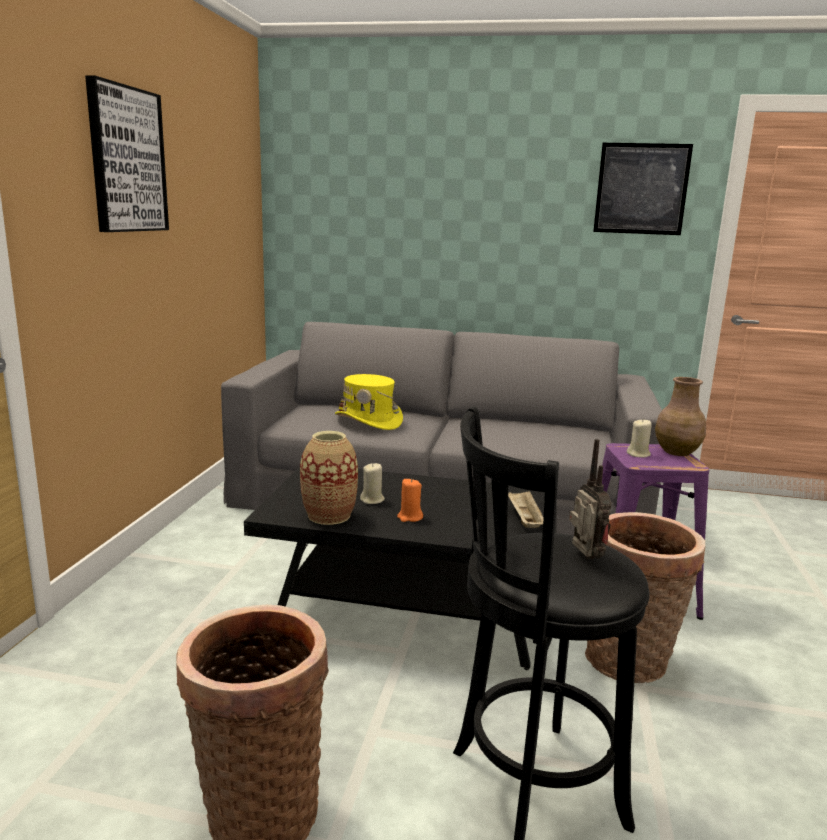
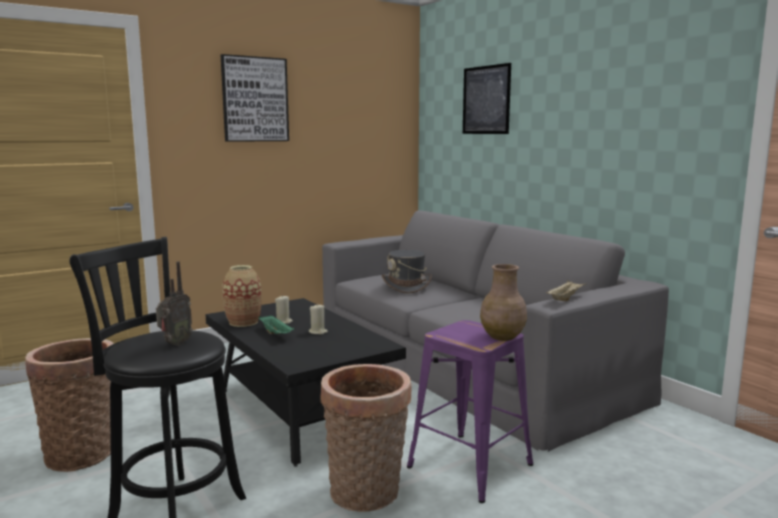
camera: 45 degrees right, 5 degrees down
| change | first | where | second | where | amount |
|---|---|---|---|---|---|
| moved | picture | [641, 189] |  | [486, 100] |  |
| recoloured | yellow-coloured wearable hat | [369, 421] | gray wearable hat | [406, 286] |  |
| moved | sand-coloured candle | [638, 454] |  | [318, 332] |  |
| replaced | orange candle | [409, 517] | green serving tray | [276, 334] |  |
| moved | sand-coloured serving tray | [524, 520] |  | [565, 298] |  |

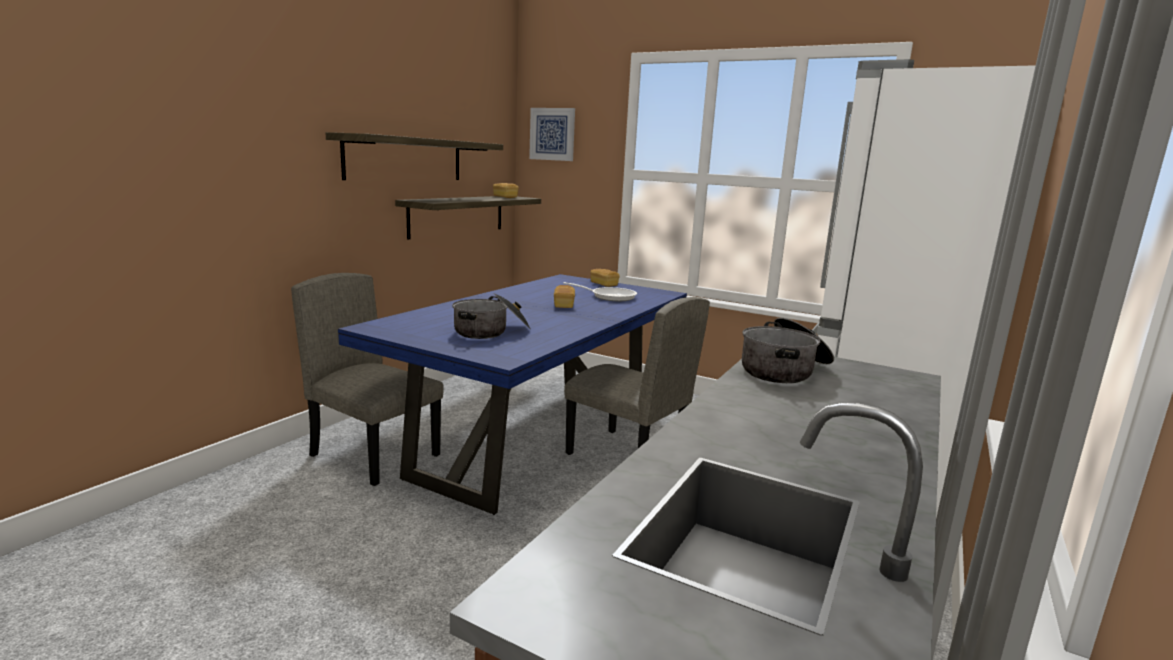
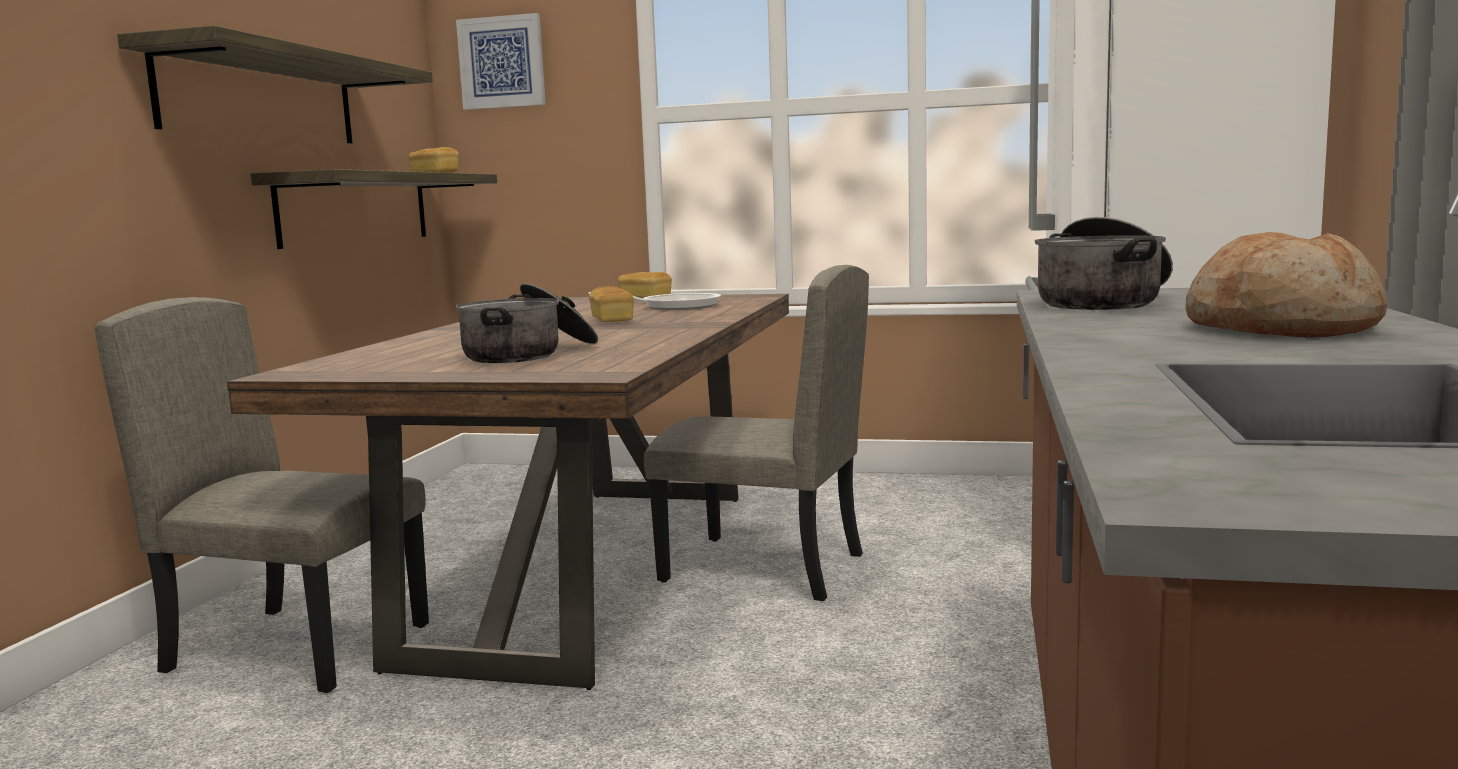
camera: 15 degrees left, 5 degrees down
| change | first | where | second | where | amount |
|---|---|---|---|---|---|
| recoloured | blue dining table | [538, 437] | brown dining table | [593, 568] |  |
| added |  |  | bakery bread | [1281, 328] |  |

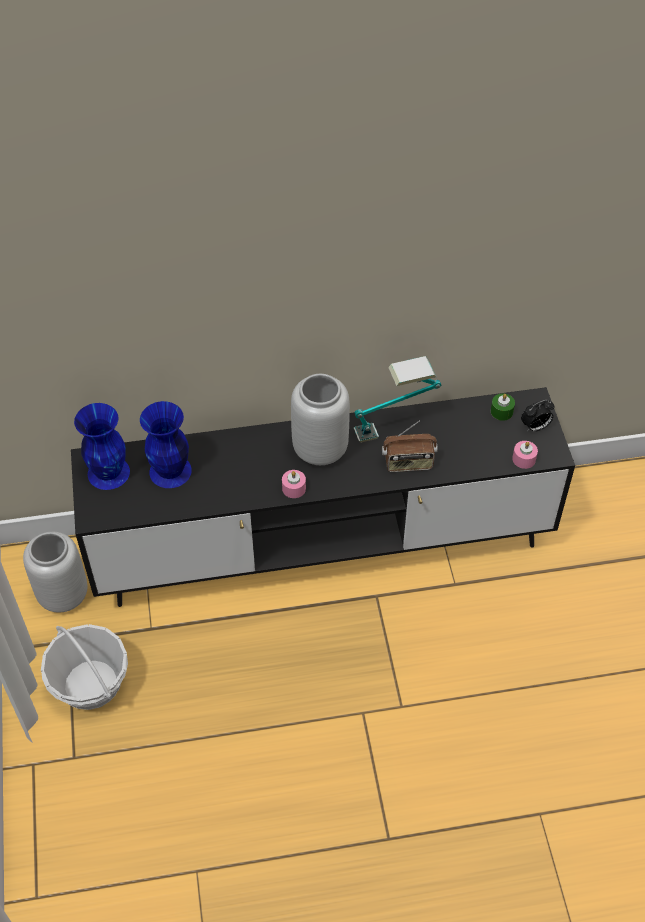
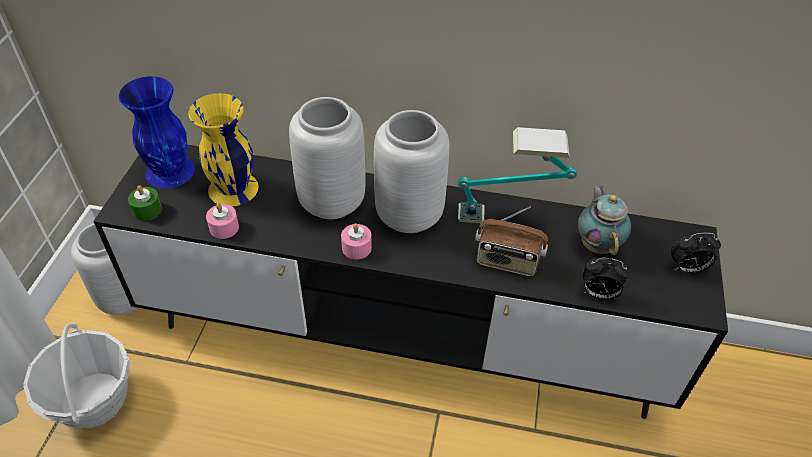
camera: 20 degrees right, 5 degrees down
| change | first | where | second | where | amount |
|---|---|---|---|---|---|
| moved | green candle | [501, 411] |  | [147, 210] |  |
| recoloured | blue decorative vase | [170, 471] | yellow-coloured decorative vase | [232, 189] |  |
| moved | pinkish candle | [524, 459] |  | [224, 228] |  |
| added |  |  | gray decorative vase | [330, 202] |  |
| added |  |  | pot for tea | [597, 244] |  |
| added |  |  | bedside clock | [598, 294] |  |

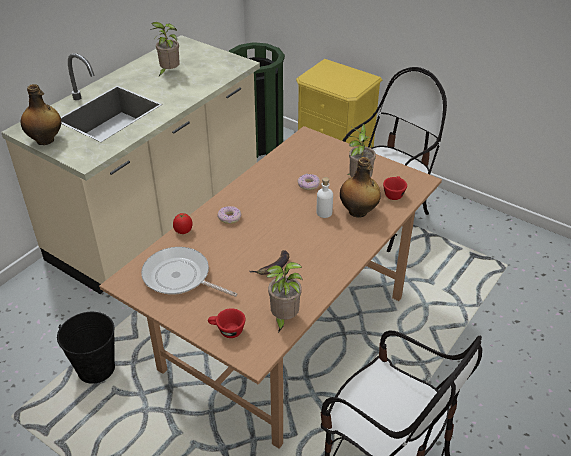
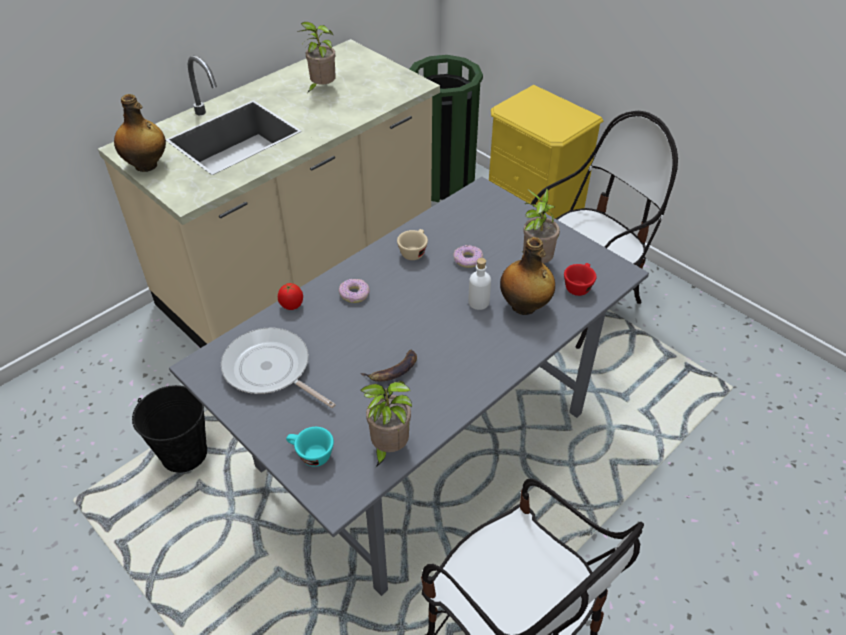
camera: 10 degrees right, 5 degrees up
| change | first | where | second | where | amount |
|---|---|---|---|---|---|
| recoloured | brown dining table | [285, 334] | gray dining table | [422, 442] |  |
| recoloured | red drinking cup | [227, 331] | turquoise-coloured drinking cup | [310, 455] |  |
| added |  |  | sand-coloured drinking cup | [413, 251] |  |

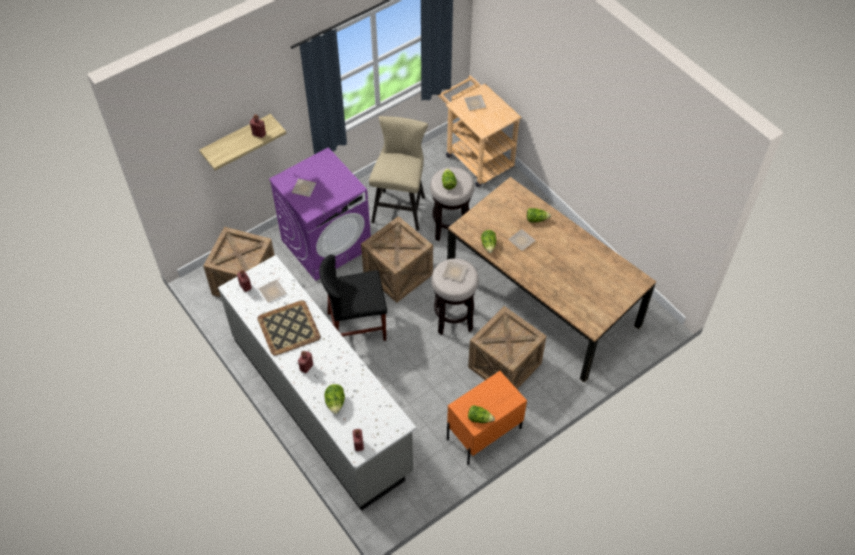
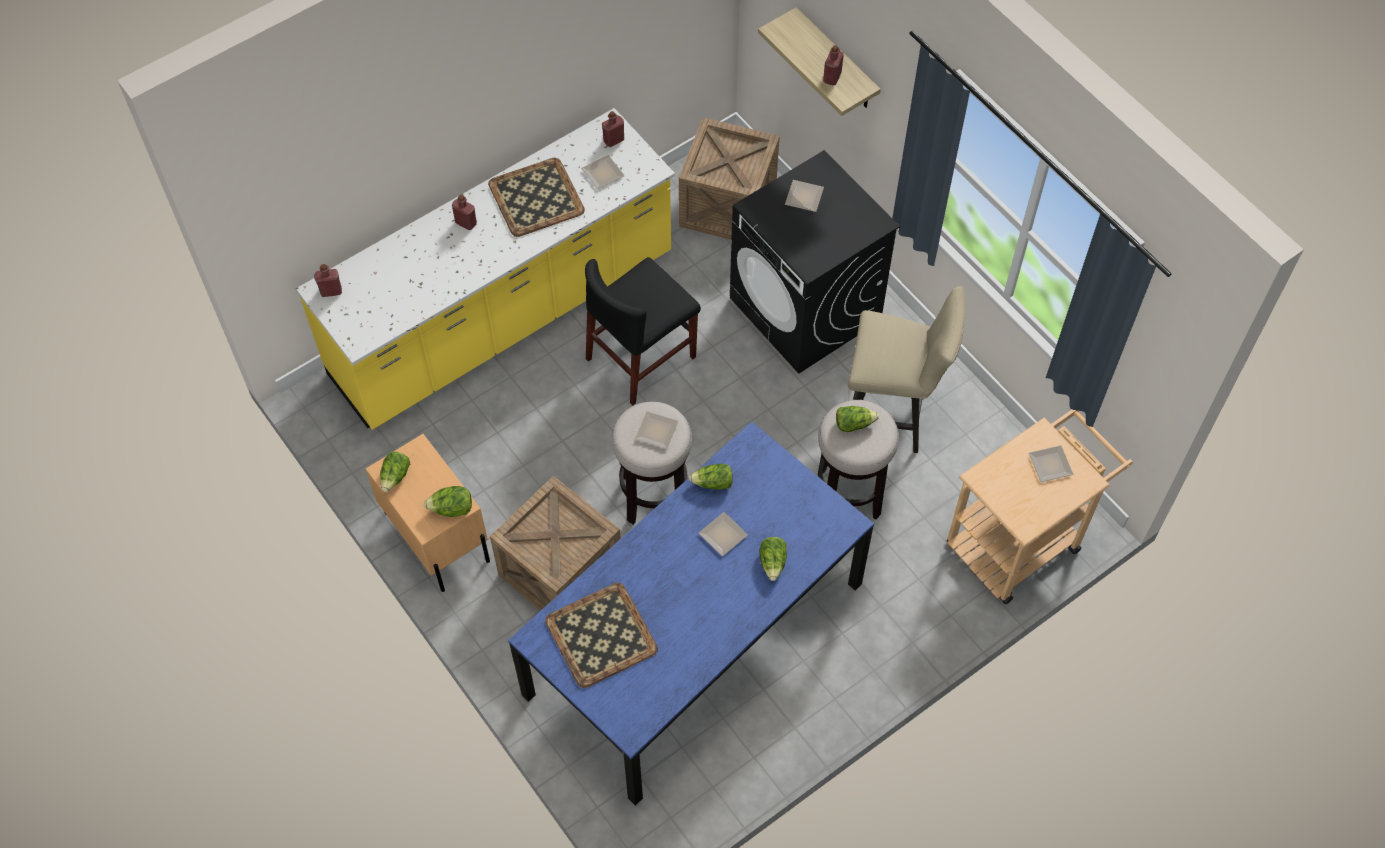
camera: 90 degrees right, 5 degrees up
| change | first | where | second | where | amount |
|---|---|---|---|---|---|
| recoloured | purplish laundry appliance | [326, 243] | black-coloured laundry appliance | [806, 309] |  |
| recoloured | brown dining table | [541, 299] | blue dining table | [694, 637] |  |
| removed | packing crate | [398, 273] |  |  |  |
| recoloured | gray kitchen counter | [321, 404] | yellow-coloured kitchen counter | [503, 317] |  |
| turned | black-coloured upright chair | [356, 326] |  | [641, 358] | 120 degrees counterclockwise |
| recoloured | orange night table | [483, 433] | sand-coloured night table | [436, 536] |  |
| moved | lettuce | [335, 403] |  | [452, 509] |  |
| added |  |  | serving tray | [600, 635] |  |

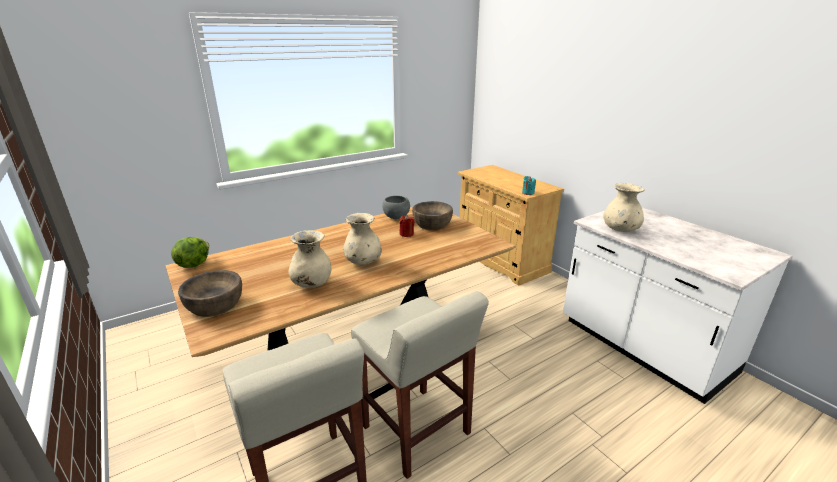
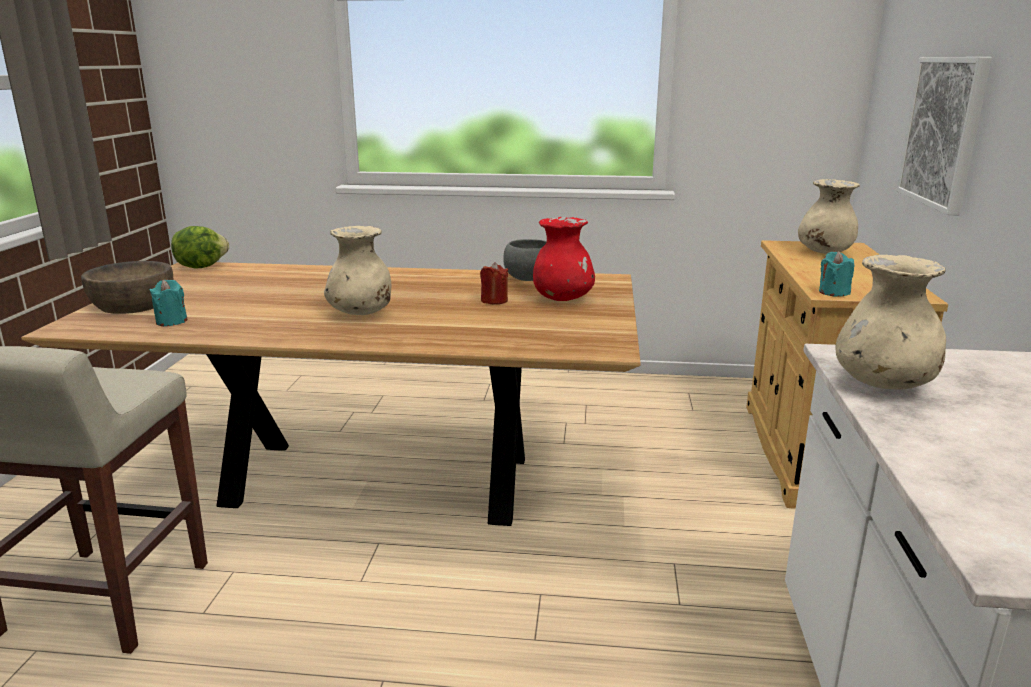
camera: 40 degrees right, 5 degrees down
| change | first | where | second | where | amount |
|---|---|---|---|---|---|
| replaced | brown bowl | [432, 224] | red decorative vase | [563, 299] |  |
| moved | sand-coloured decorative vase | [312, 283] |  | [824, 252] |  |
| removed | sand-coloured stool | [417, 431] |  |  |  |
| added |  |  | picture | [943, 132] |  |
| added |  |  | turquoise-coloured candle | [171, 321] |  |

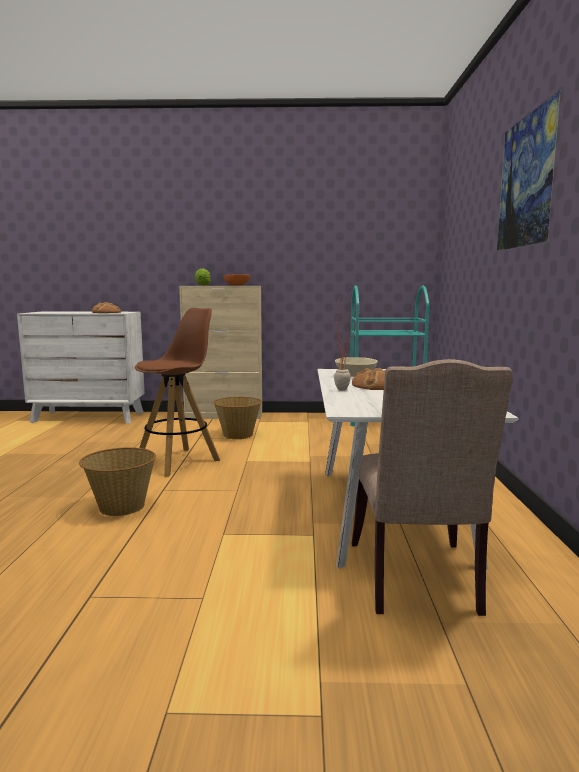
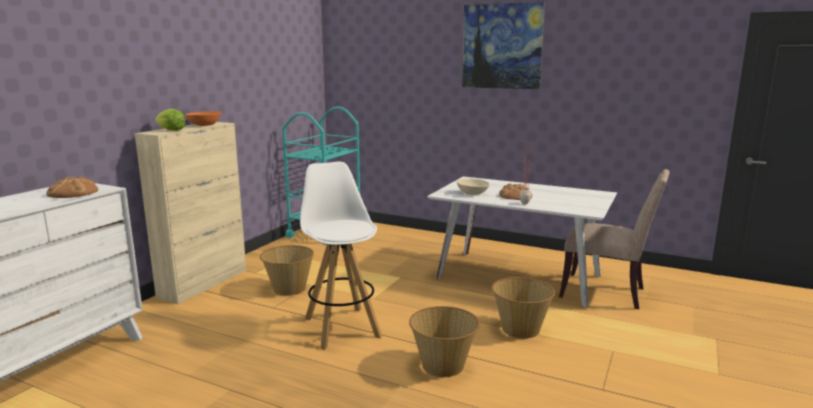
camera: 65 degrees left, 5 degrees up
| change | first | where | second | where | amount |
|---|---|---|---|---|---|
| recoloured | brown stool | [178, 461] | whitish stool | [342, 327] |  |
| added |  |  | basket | [520, 329] |  |

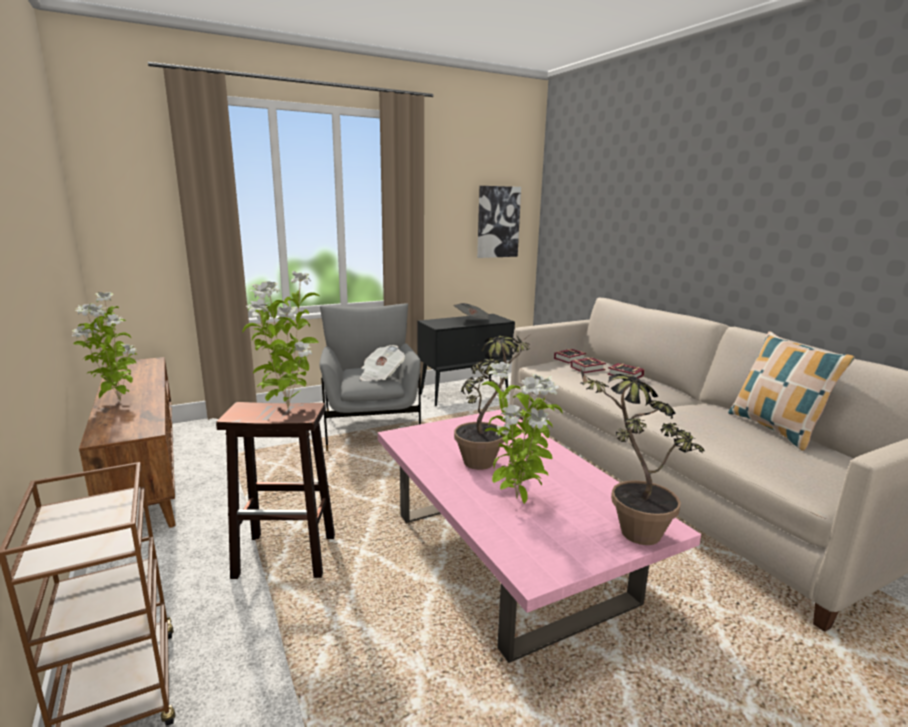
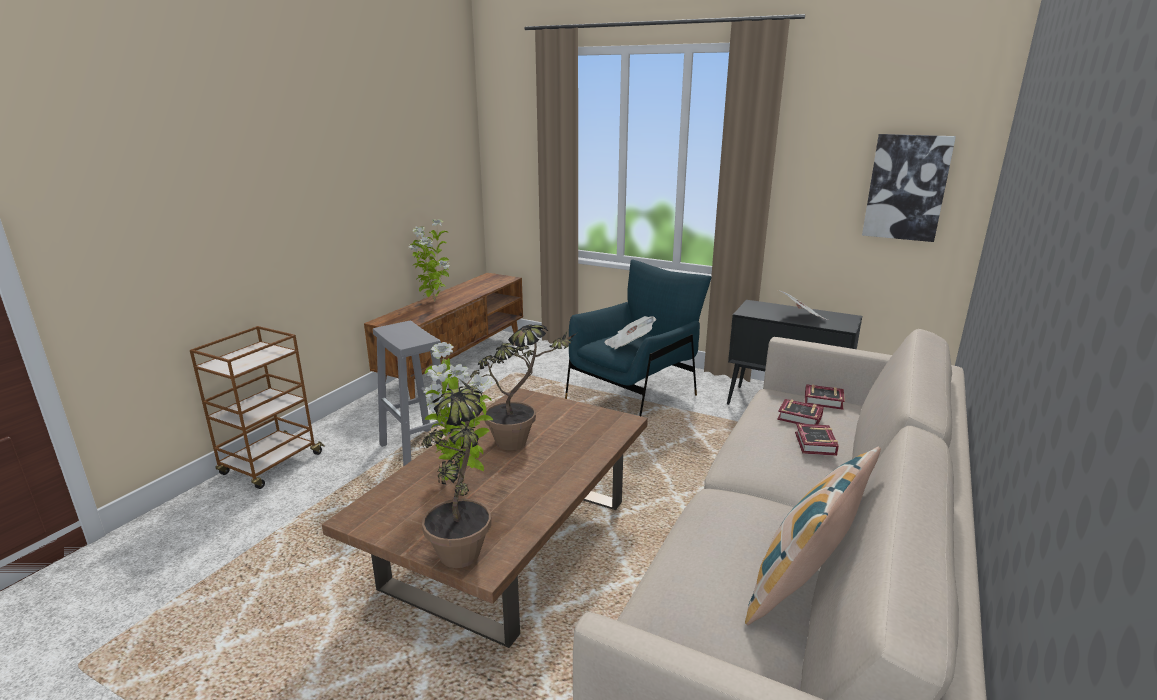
camera: 55 degrees right, 5 degrees up
| change | first | where | second | where | amount |
|---|---|---|---|---|---|
| removed | plant in a pot | [286, 408] |  |  |  |
| recoloured | gray armchair | [371, 426] | blue armchair | [634, 396] |  |
| recoloured | brown stool | [287, 556] | gray stool | [419, 450] |  |
| recoloured | pinkish coffee table | [510, 556] | brown coffee table | [511, 545] |  |

